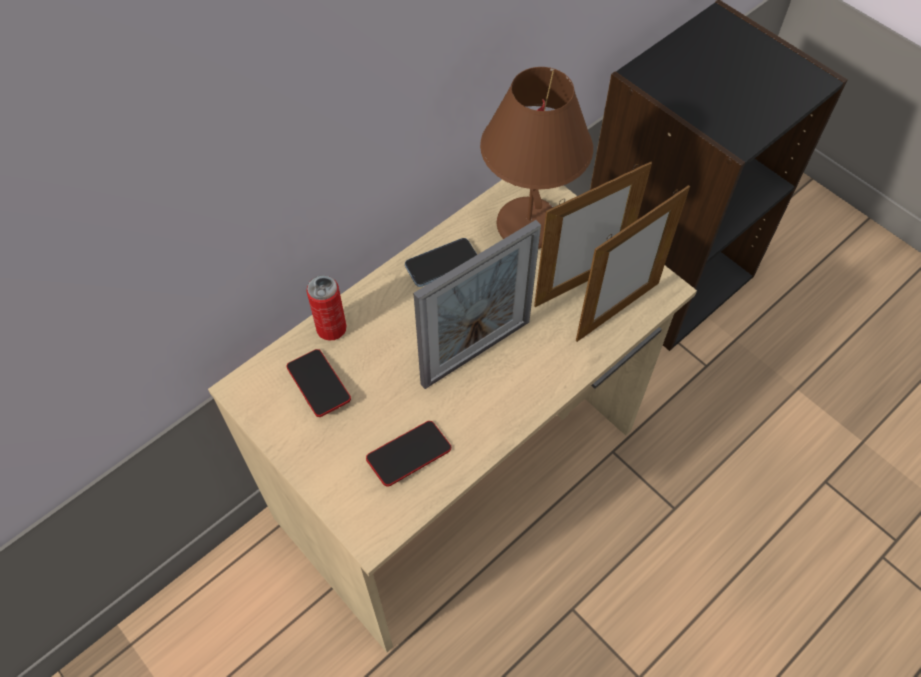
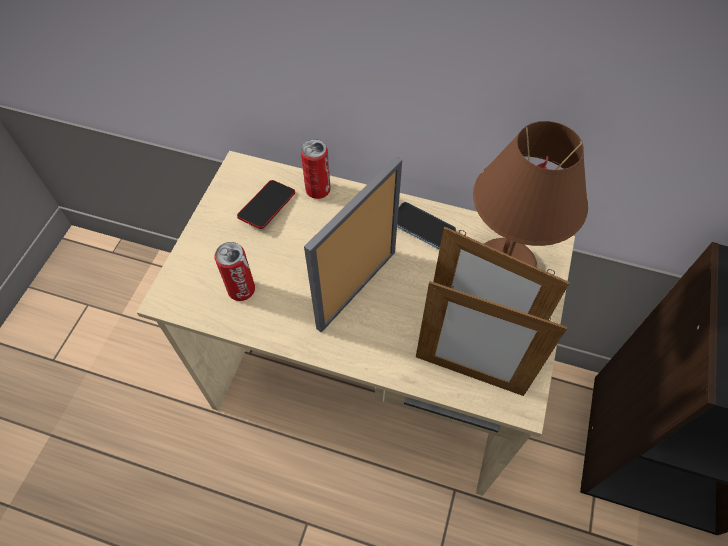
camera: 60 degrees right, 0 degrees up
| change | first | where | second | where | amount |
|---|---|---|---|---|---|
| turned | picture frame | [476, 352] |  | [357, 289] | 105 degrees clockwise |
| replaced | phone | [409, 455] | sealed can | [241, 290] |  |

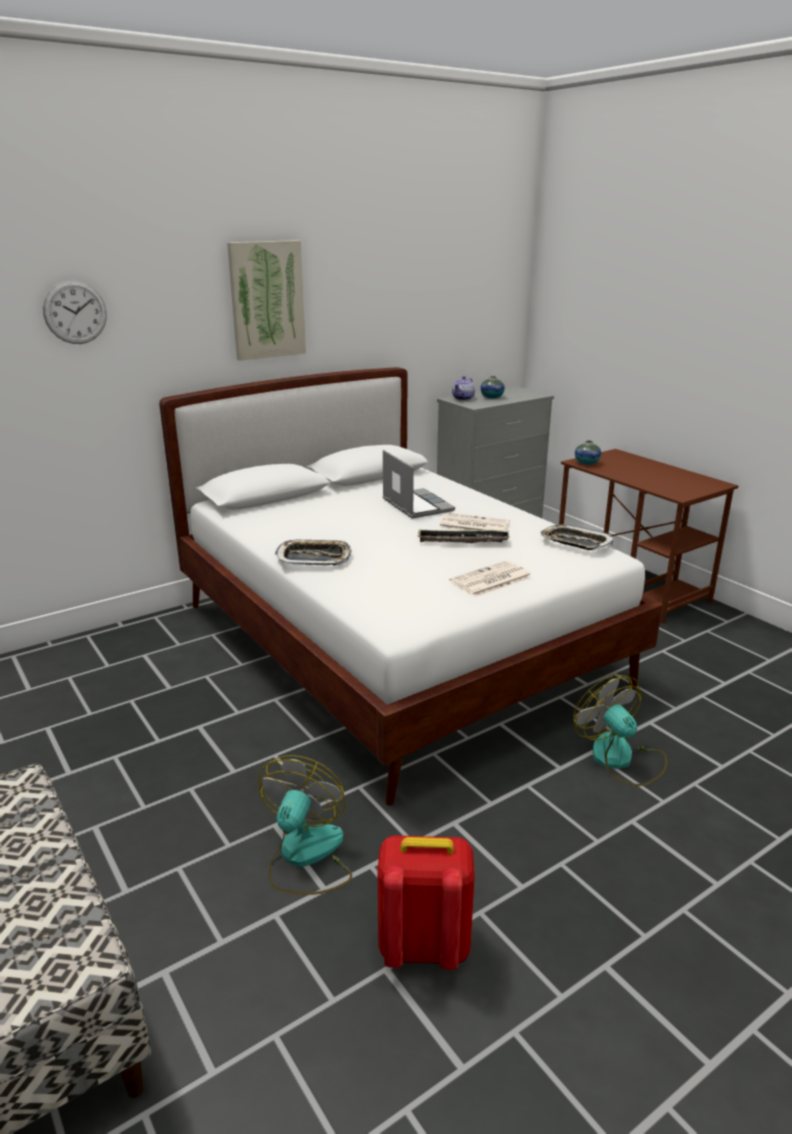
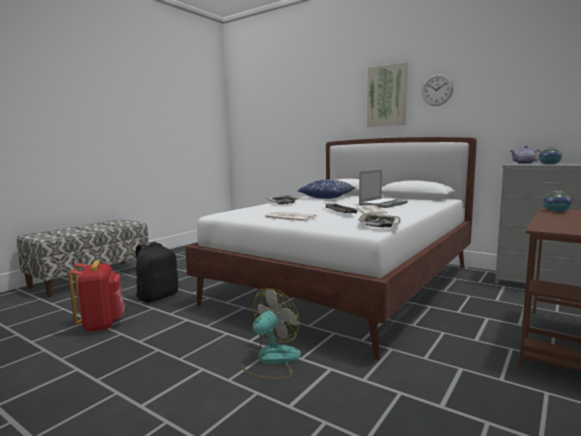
camera: 70 degrees right, 15 degrees down
| change | first | where | second | where | amount |
|---|---|---|---|---|---|
| moved | hanging clock | [75, 312] |  | [437, 90] |  |
| replaced | electric fan | [306, 857] | black-coloured knapsack | [157, 296] |  |
| added |  |  | blue pillow | [327, 197] |  |

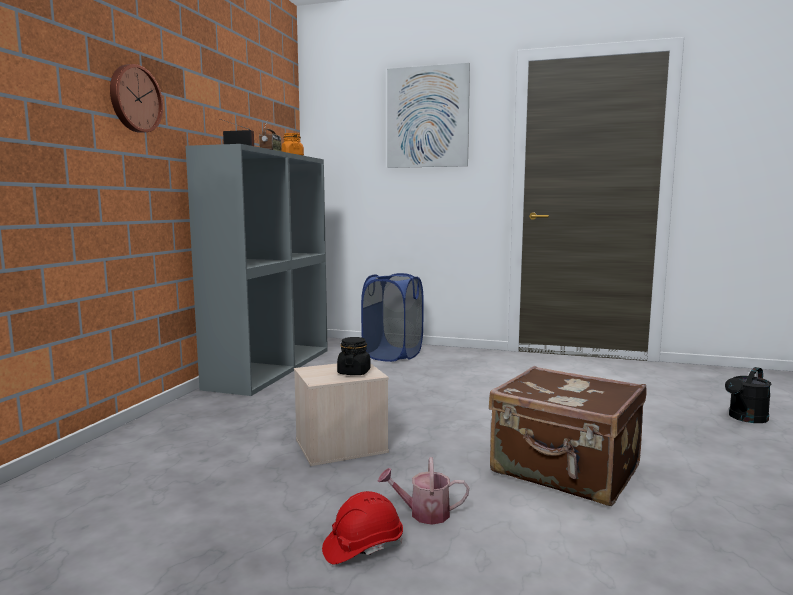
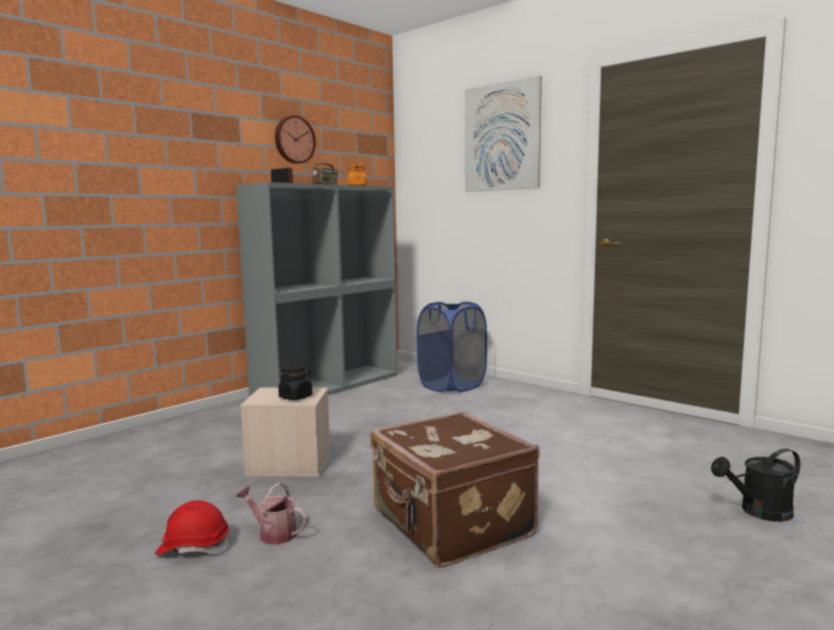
camera: 25 degrees right, 0 degrees up
| change | first | where | second | where | amount |
|---|---|---|---|---|---|
| moved | hanging clock | [134, 99] |  | [294, 140] |  |

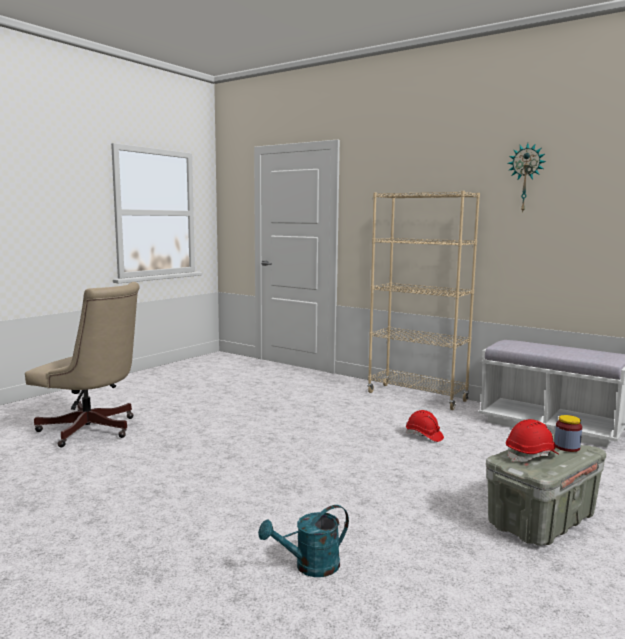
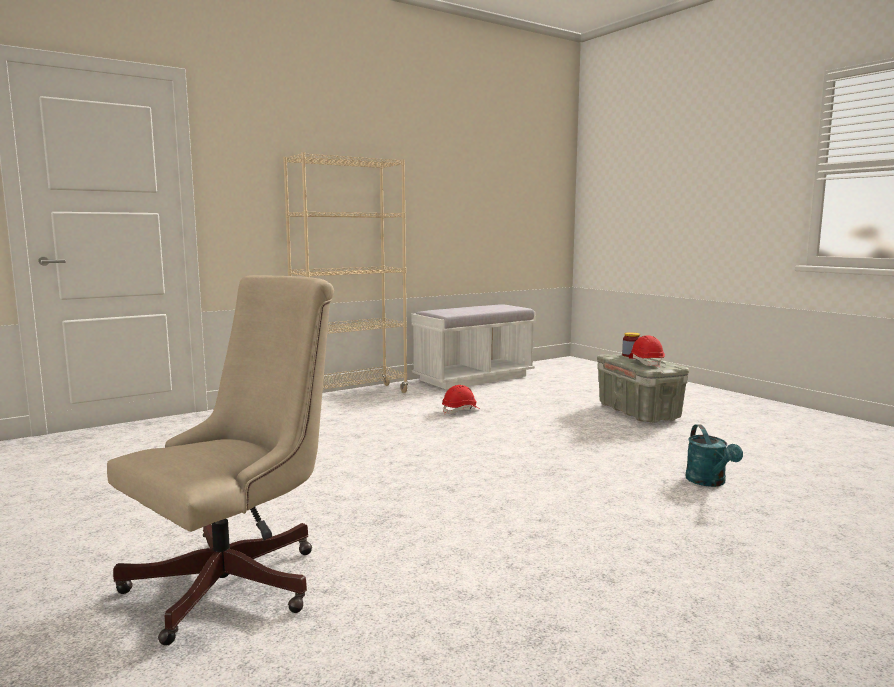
camera: 70 degrees left, 0 degrees up
| change | first | where | second | where | amount |
|---|---|---|---|---|---|
| removed | hanging clock | [526, 178] |  |  |  |

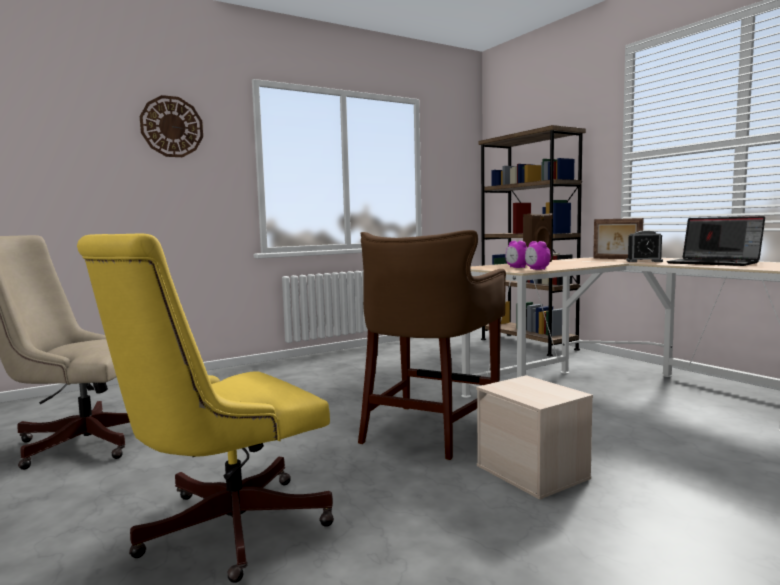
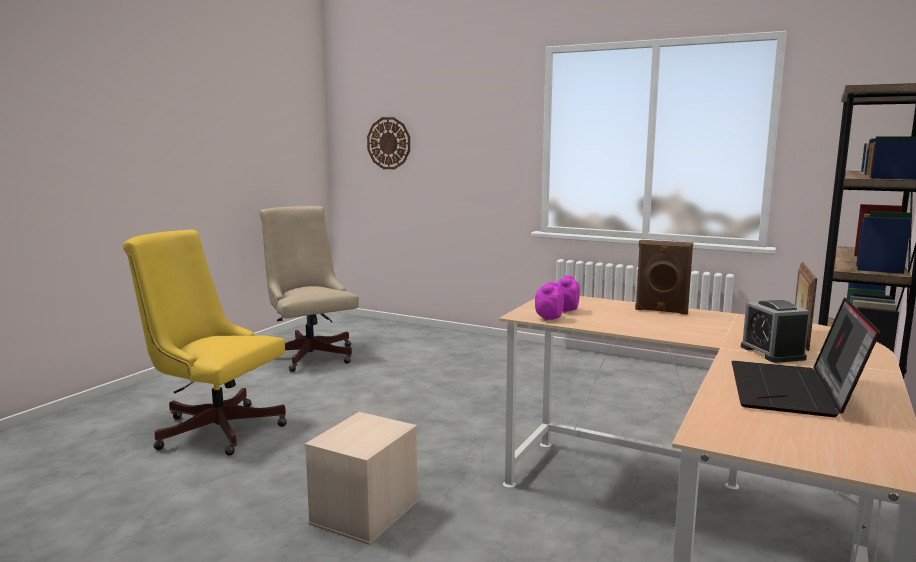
camera: 60 degrees right, 5 degrees up
| change | first | where | second | where | amount |
|---|---|---|---|---|---|
| moved | hanging clock | [172, 127] |  | [389, 143] |  |
| removed | brown stool | [429, 430] |  |  |  |

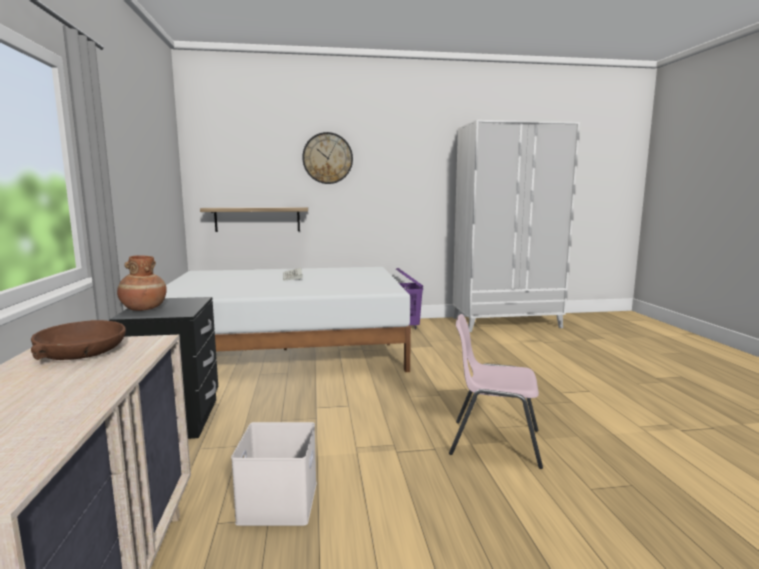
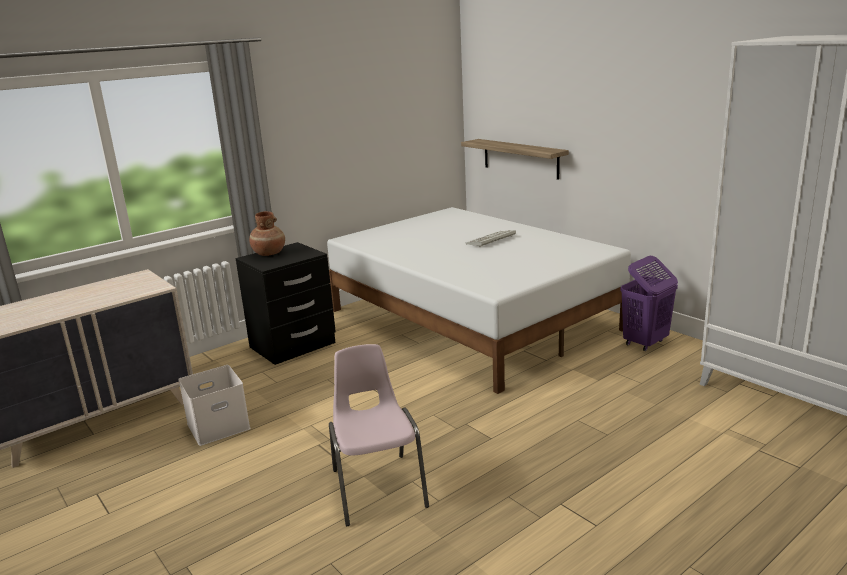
camera: 60 degrees right, 10 degrees up
| change | first | where | second | where | amount |
|---|---|---|---|---|---|
| removed | hanging clock | [327, 158] |  |  |  |
| removed | brown bowl | [82, 352] |  |  |  |

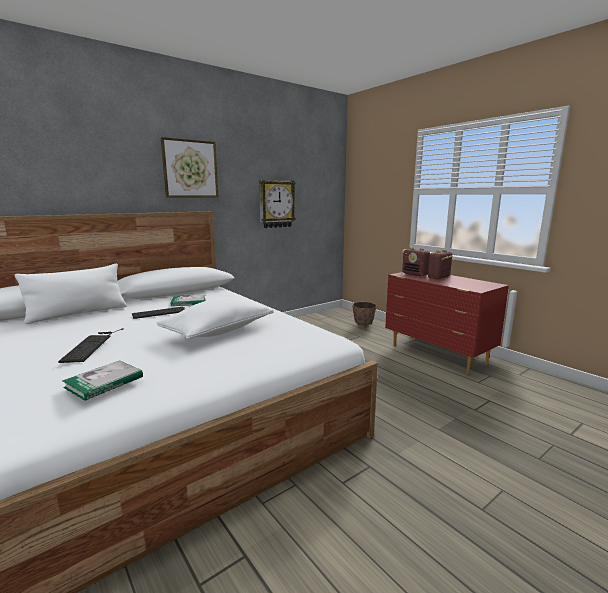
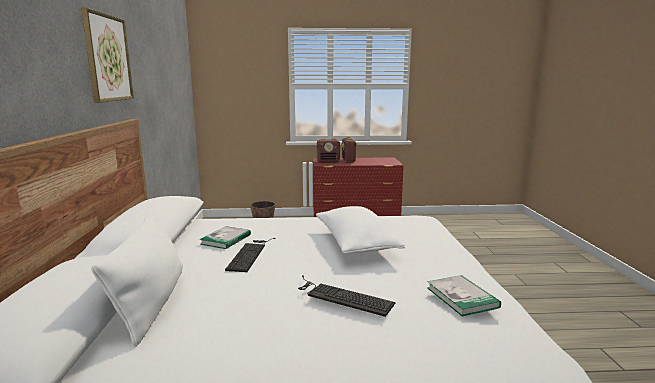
camera: 55 degrees left, 0 degrees up
| change | first | where | second | where | amount |
|---|---|---|---|---|---|
| removed | hanging clock | [276, 204] |  |  |  |

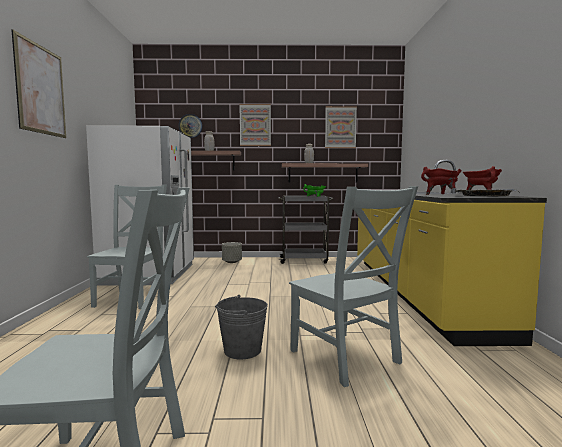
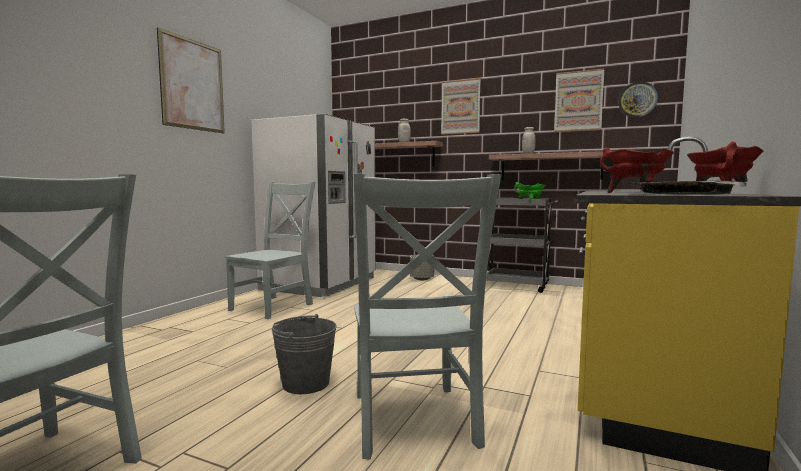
camera: 25 degrees right, 0 degrees up
| change | first | where | second | where | amount |
|---|---|---|---|---|---|
| moved | hanging clock | [190, 126] |  | [637, 100] |  |

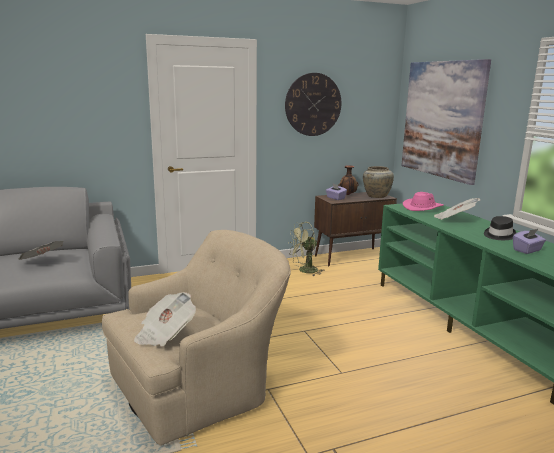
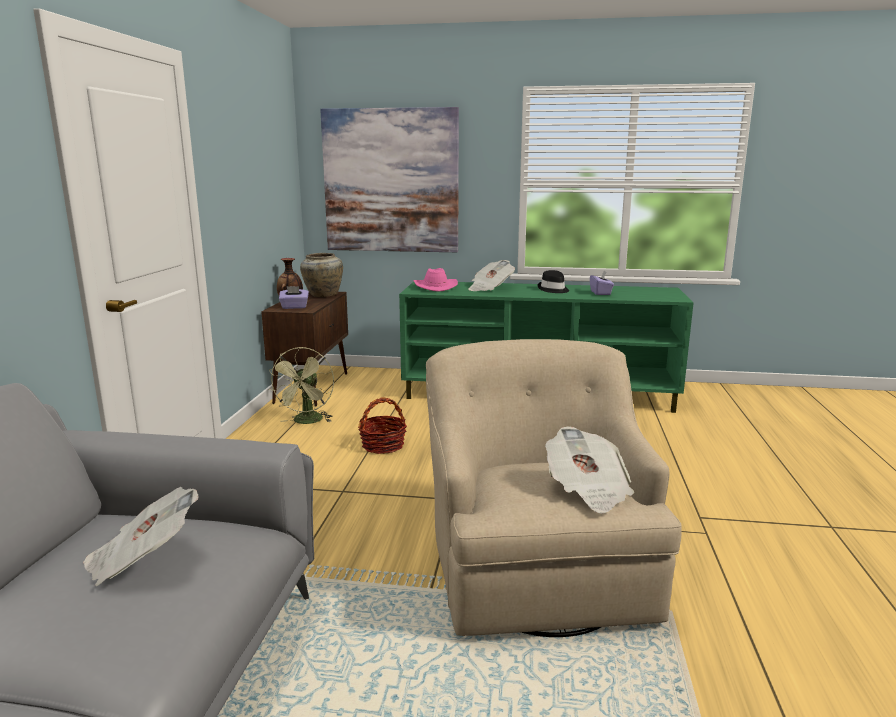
camera: 60 degrees left, 0 degrees up
| change | first | where | second | where | amount |
|---|---|---|---|---|---|
| removed | hanging clock | [313, 104] |  |  |  |
| added |  |  | basket | [383, 445] |  |

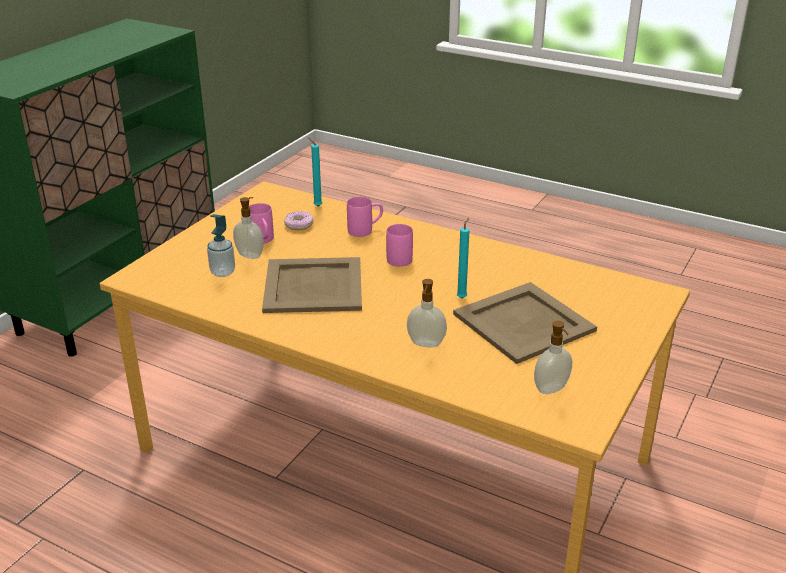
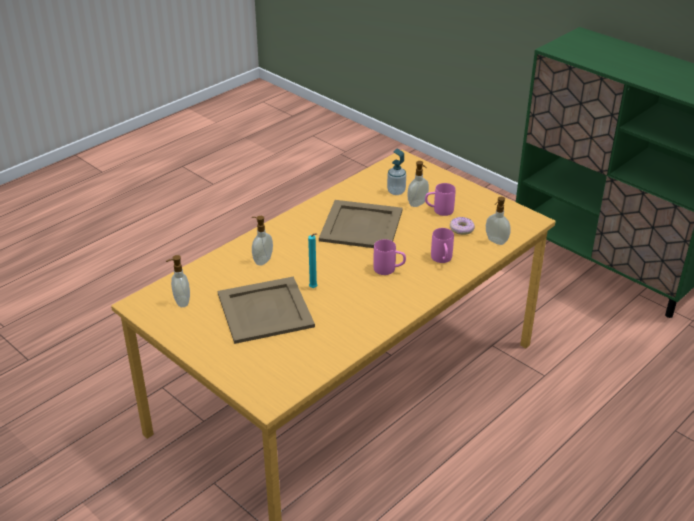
camera: 105 degrees right, 5 degrees up
| change | first | where | second | where | amount |
|---|---|---|---|---|---|
| replaced | turquoise-coloured candle | [316, 206] | soap bottle | [495, 241] |  |

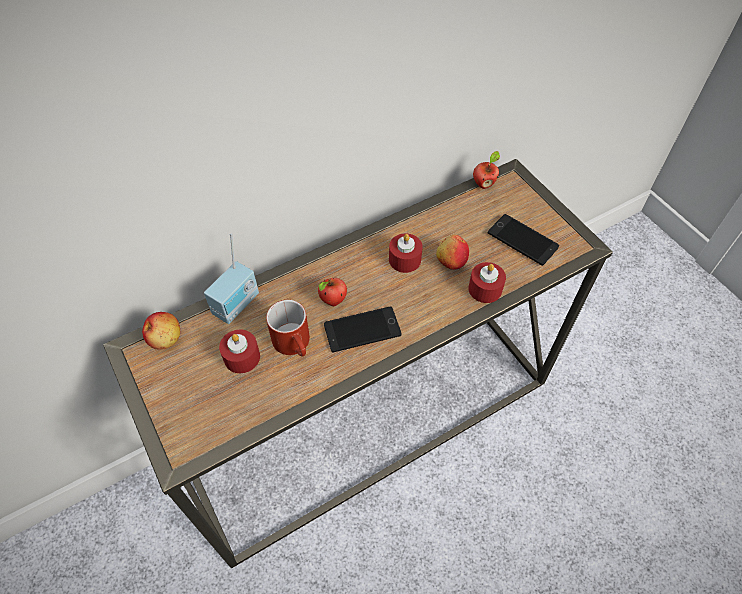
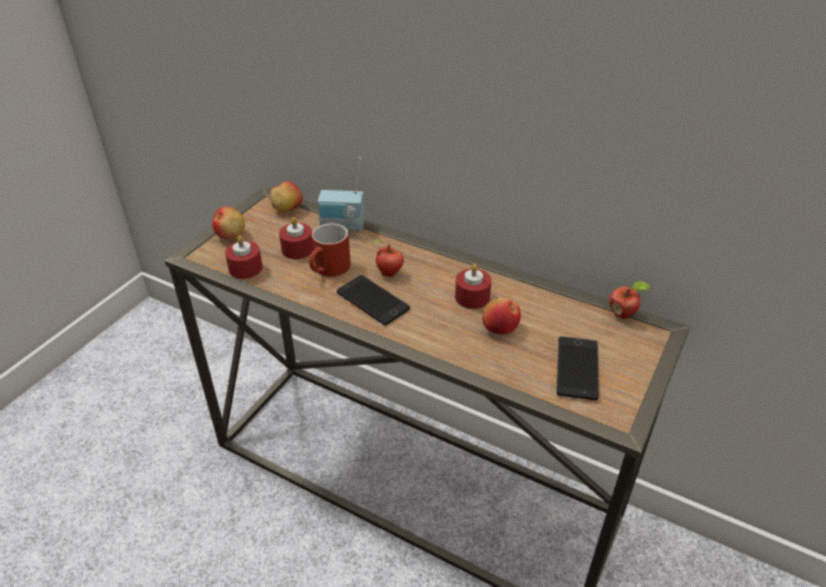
camera: 60 degrees right, 15 degrees down
| change | first | where | second | where | amount |
|---|---|---|---|---|---|
| moved | red candle | [485, 289] |  | [245, 268] |  |
| added |  |  | whole apple | [231, 234] |  |

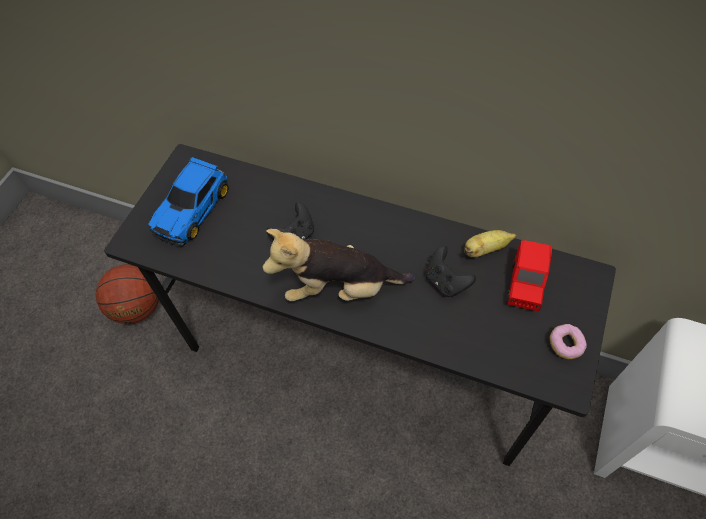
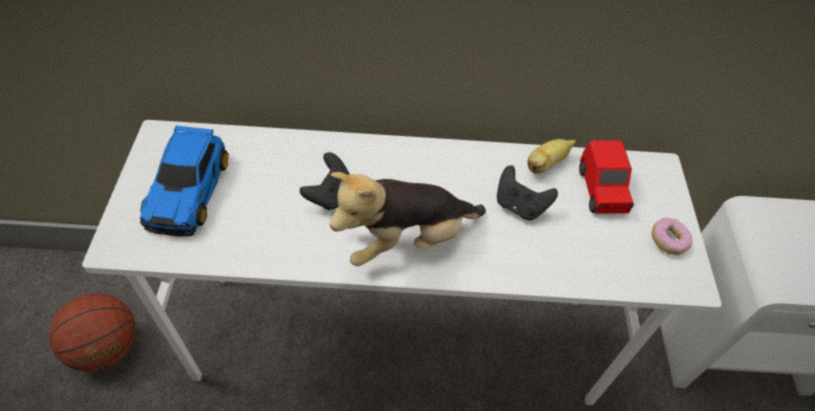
camera: 25 degrees left, 5 degrees down
| change | first | where | second | where | amount |
|---|---|---|---|---|---|
| recoloured | black-coloured desk unit | [360, 359] | whitish desk unit | [398, 336] |  |

